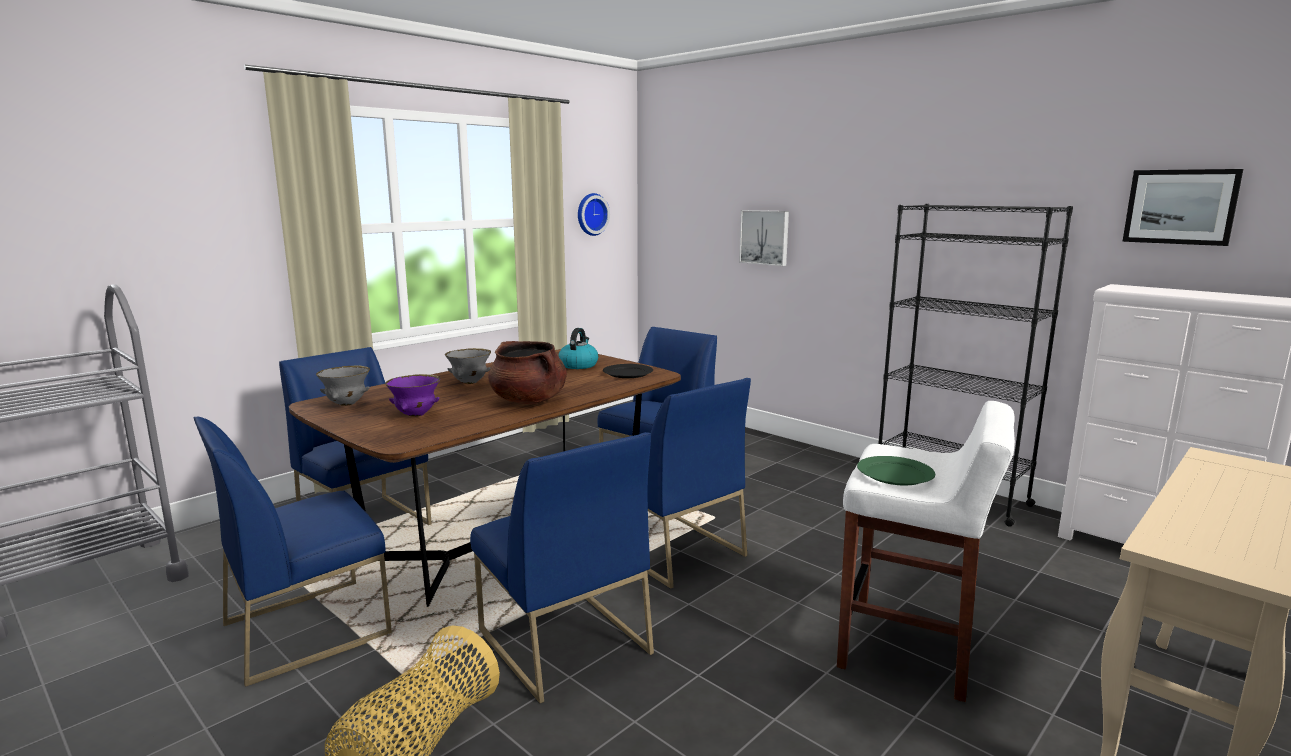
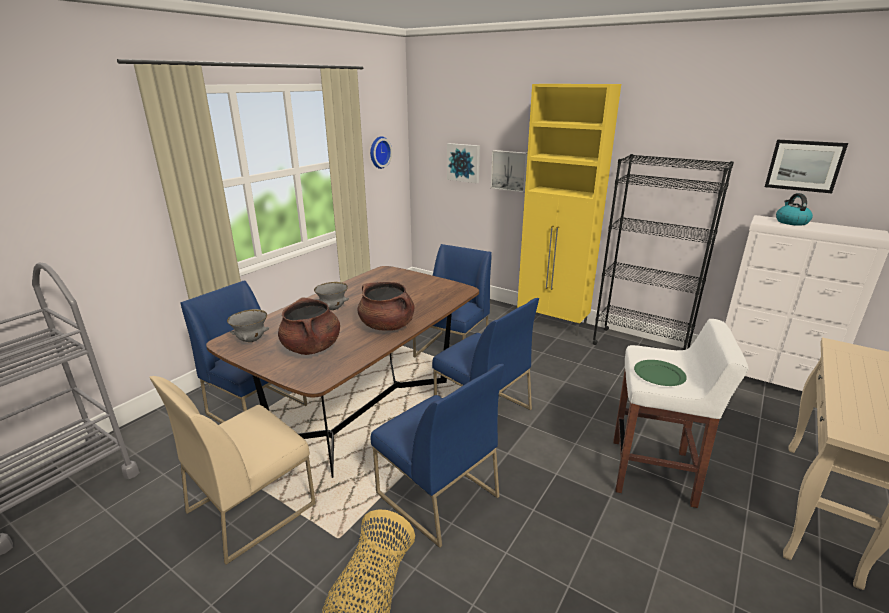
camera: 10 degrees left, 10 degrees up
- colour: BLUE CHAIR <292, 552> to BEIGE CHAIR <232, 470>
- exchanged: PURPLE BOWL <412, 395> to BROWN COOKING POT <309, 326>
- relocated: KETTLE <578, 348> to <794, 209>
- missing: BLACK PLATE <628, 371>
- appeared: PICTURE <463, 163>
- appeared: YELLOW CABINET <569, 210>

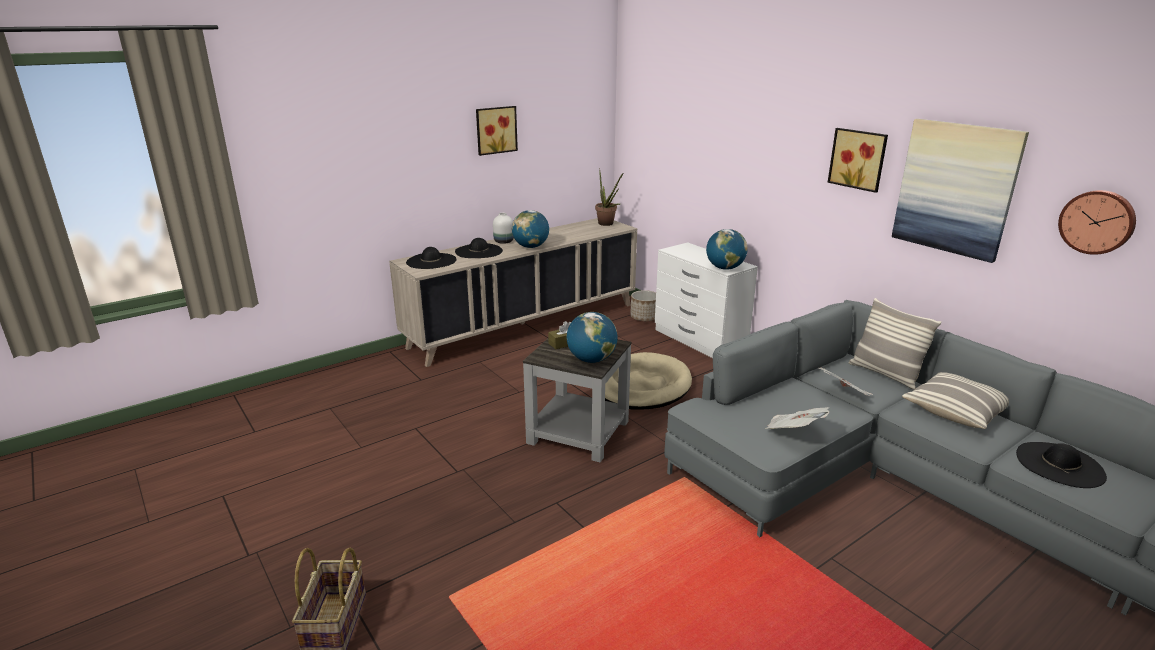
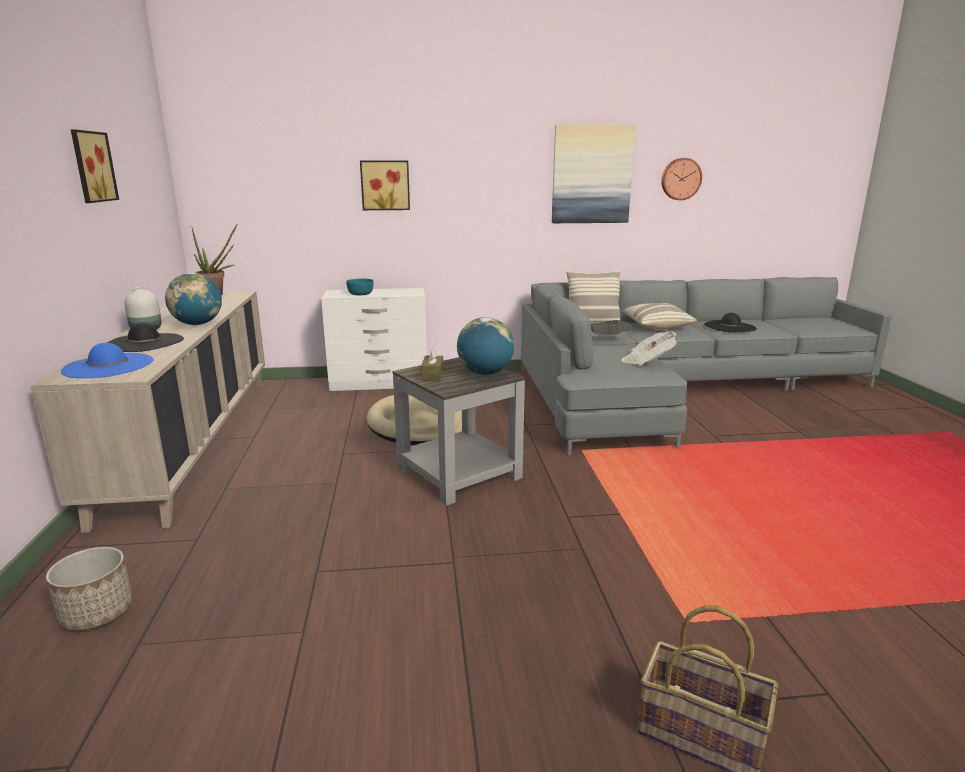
camera: 60 degrees left, 5 degrees down
- colour: BLACK HAT <431, 258> to BLUE HAT <107, 360>
- relocated: PLANTER <643, 305> to <89, 588>
- missing: GLOBE <727, 249>
- relocated: PICTURE <858, 160> to <385, 185>
- appeared: TURQUOISE BOWL <360, 287>

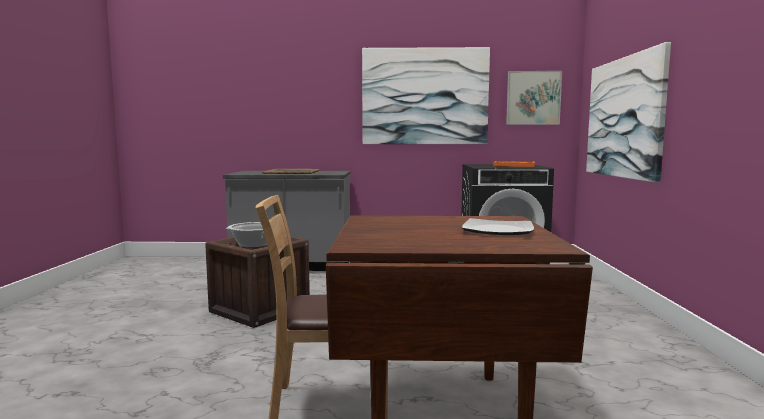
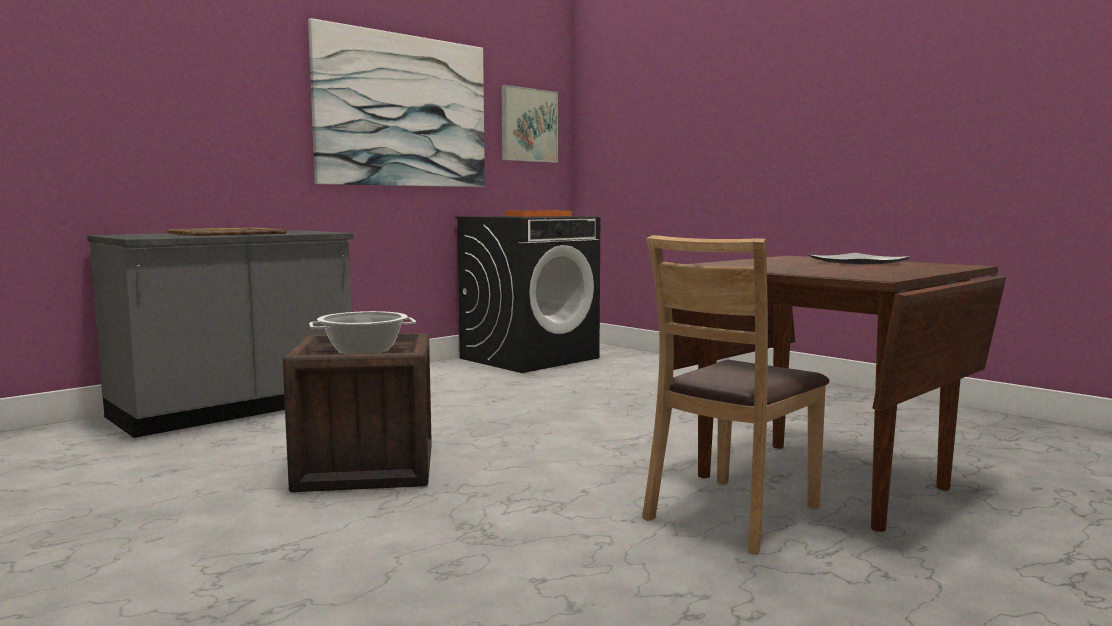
camera: 45 degrees left, 0 degrees up
- missing: PICTURE <628, 112>

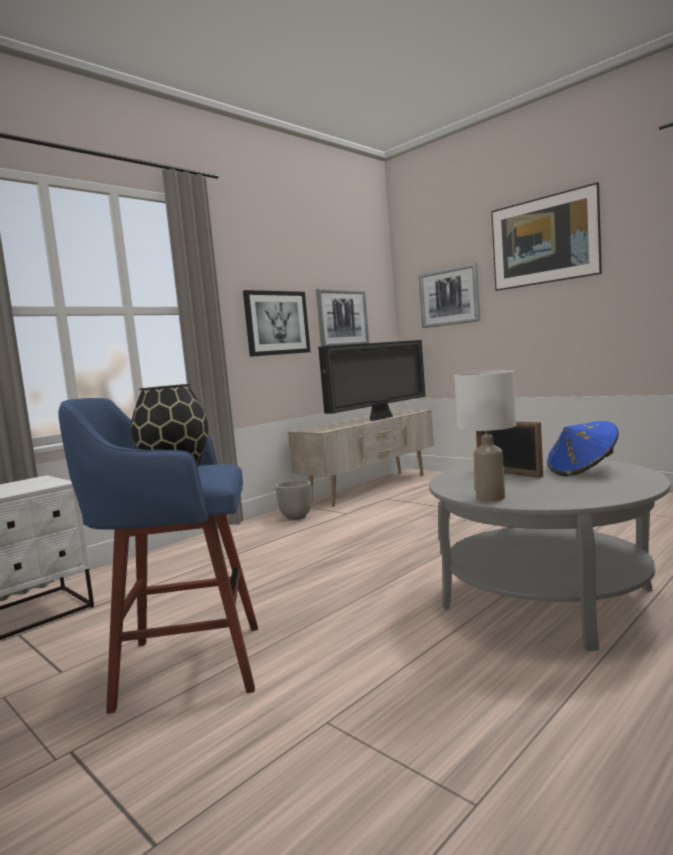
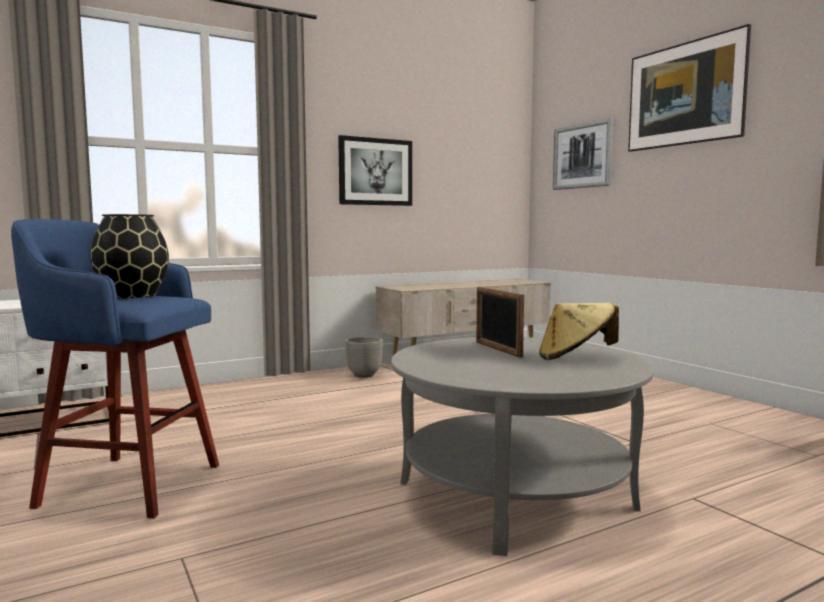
camera: 15 degrees right, 0 degrees up
- missing: PICTURE <342, 318>
- missing: TELEVISION <371, 380>
- missing: WHITE TABLE LAMP <485, 436>
- colour: BLUE HAT <583, 448> to BEIGE HAT <579, 331>

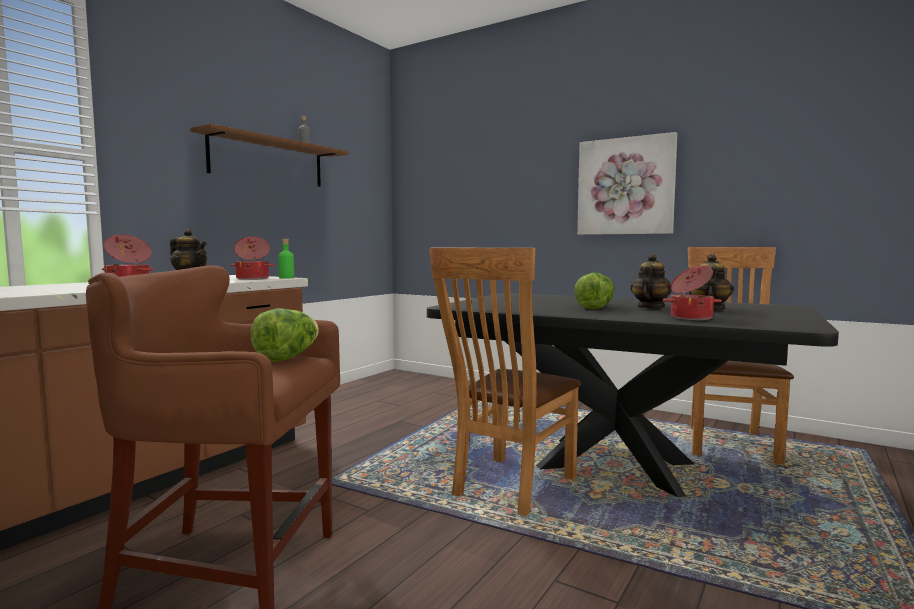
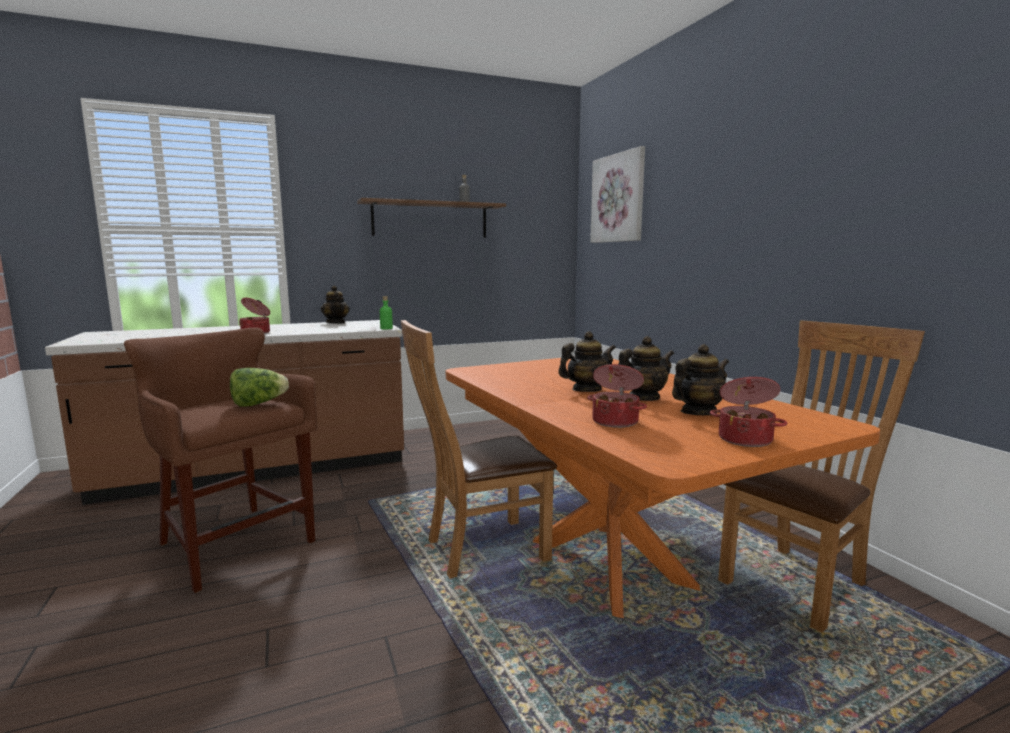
camera: 35 degrees right, 5 degrees up
- relocated: COOKING POT <252, 258> to <748, 412>
- colour: BLACK DINING TABLE <633, 395> to ORANGE DINING TABLE <663, 487>
- exchanged: LETTUCE <594, 291> to TEAPOT <587, 361>
- relocated: PICTURE <627, 183> to <617, 194>

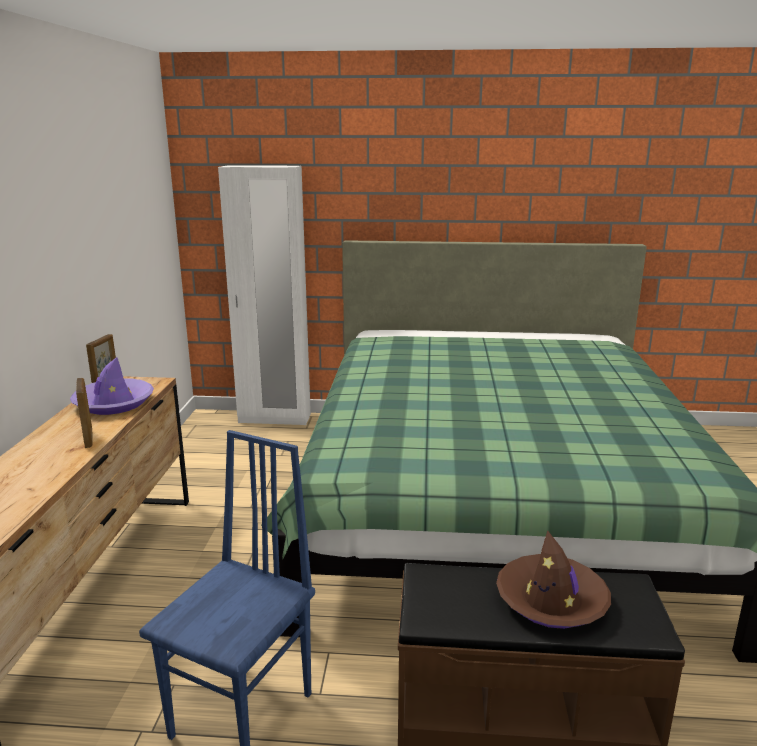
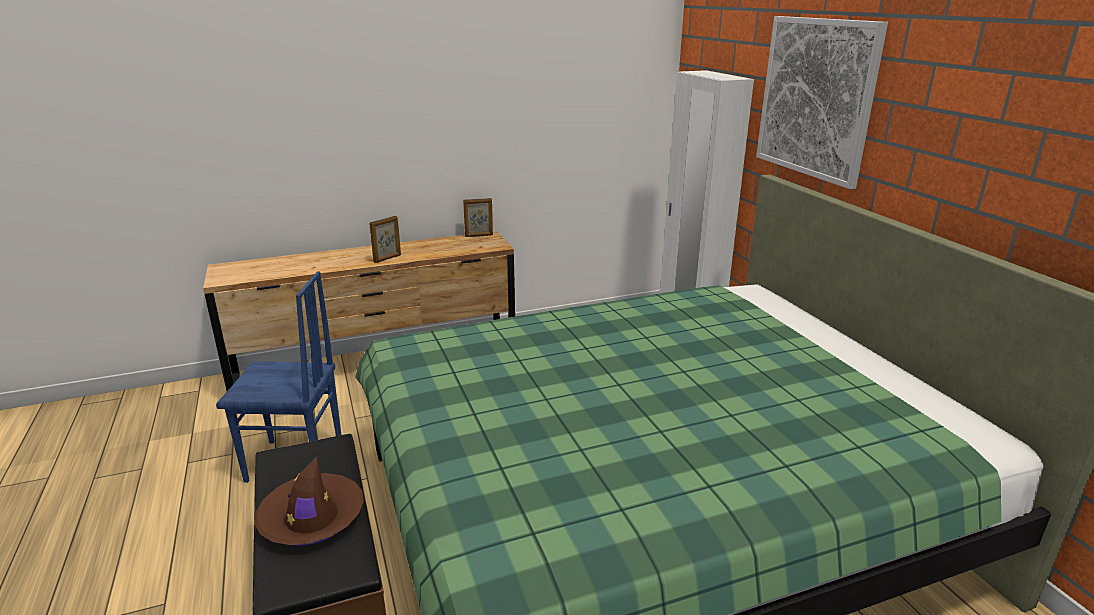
camera: 65 degrees right, 5 degrees up
- missing: PURPLE HAT <112, 386>
- appeared: PICTURE <822, 102>

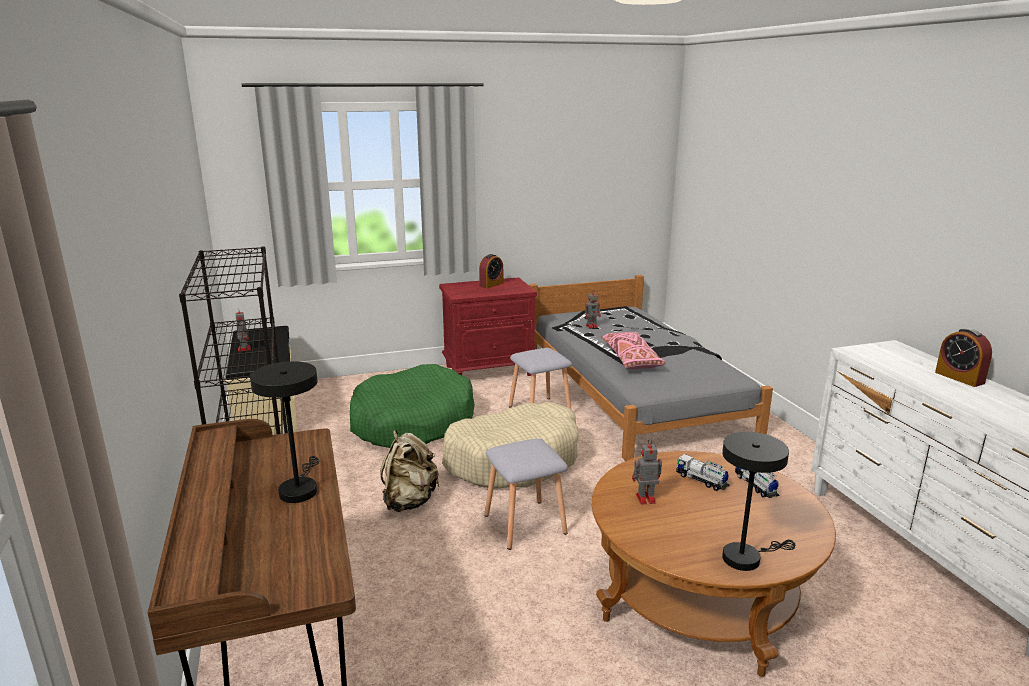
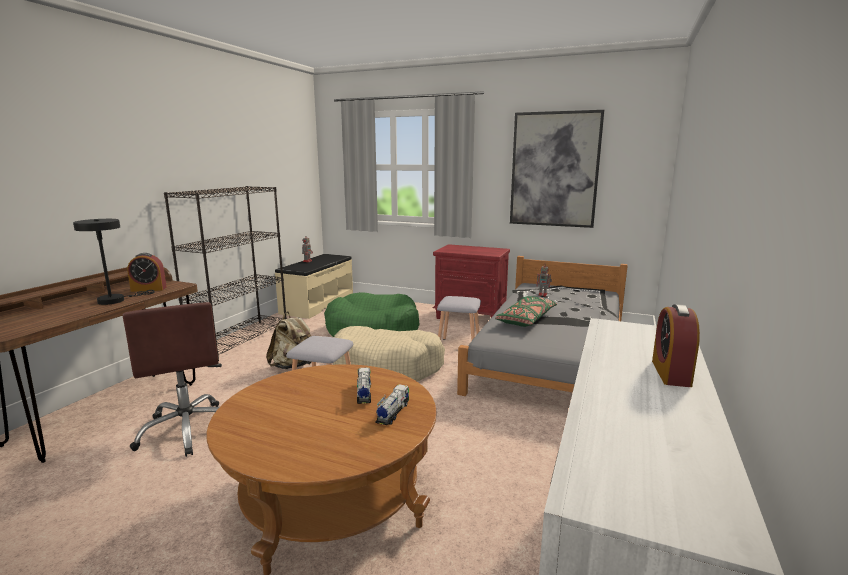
camera: 40 degrees right, 5 degrees down
- relocated: ALARM CLOCK <491, 271> to <147, 272>
- colour: PINK PILLOW <633, 350> to GREEN PILLOW <526, 311>
- missing: TOY ROBOT <647, 472>
- missing: BLACK TABLE LAMP <758, 501>
- appeared: BROWN OFFICE CHAIR <172, 379>
- appeared: PICTURE <557, 169>

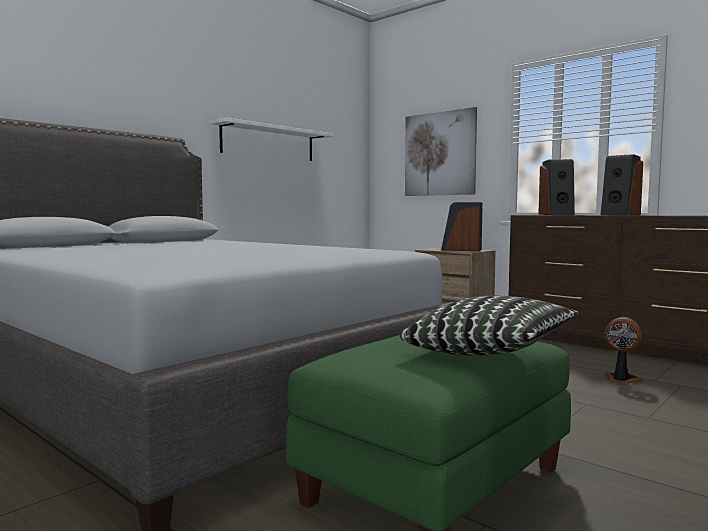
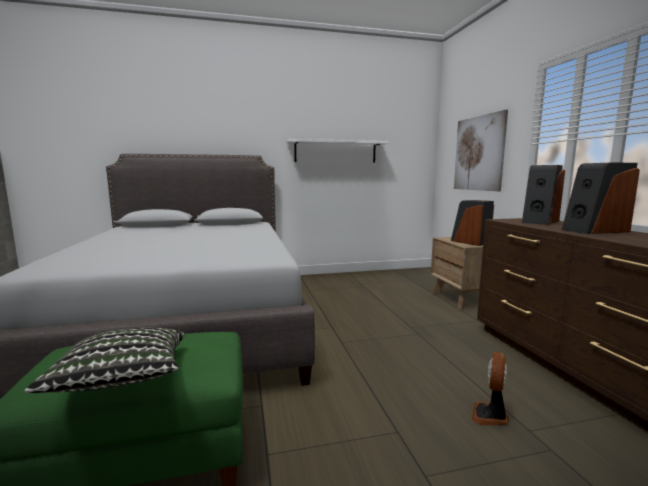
camera: 35 degrees right, 5 degrees up
- spun: FAN <623, 350> = <490, 388> 135 degrees counterclockwise

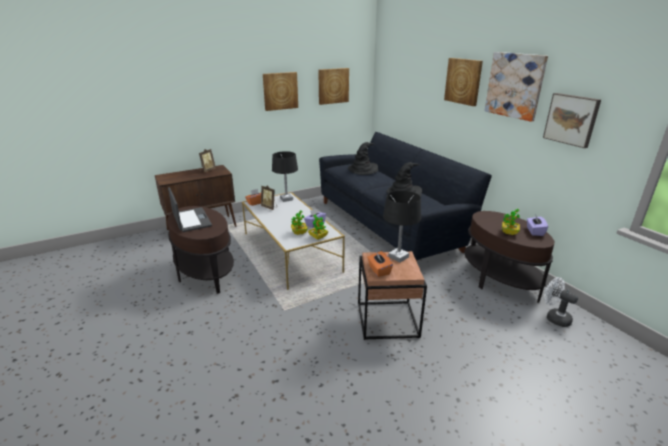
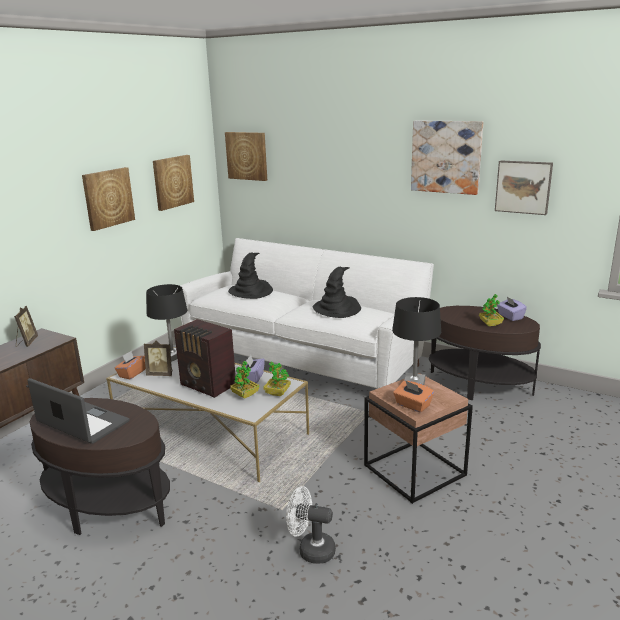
camera: 30 degrees left, 5 degrees down
- colour: BLACK SOFA <405, 196> to WHITE SOFA <307, 313>
- relocated: PICTURE <463, 82> to <246, 156>
- relocated: WHITE FAN <561, 302> to <311, 525>
- appeared: RADIO <205, 358>

